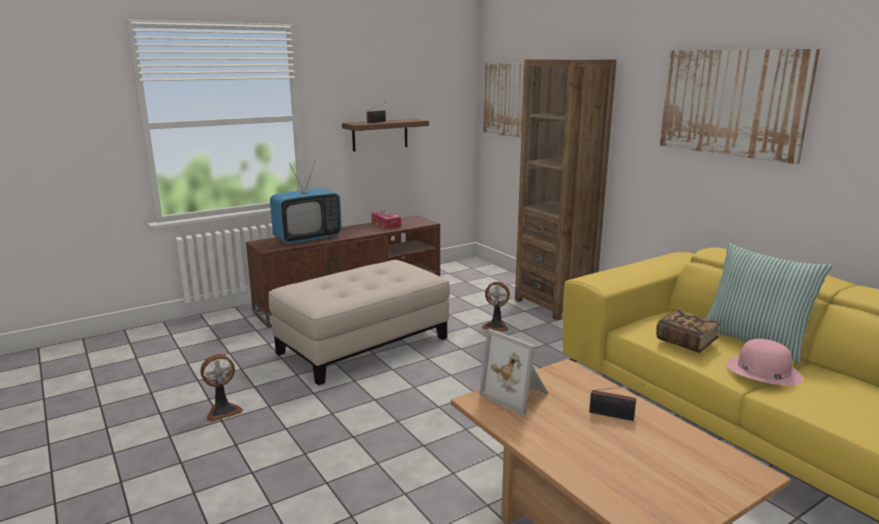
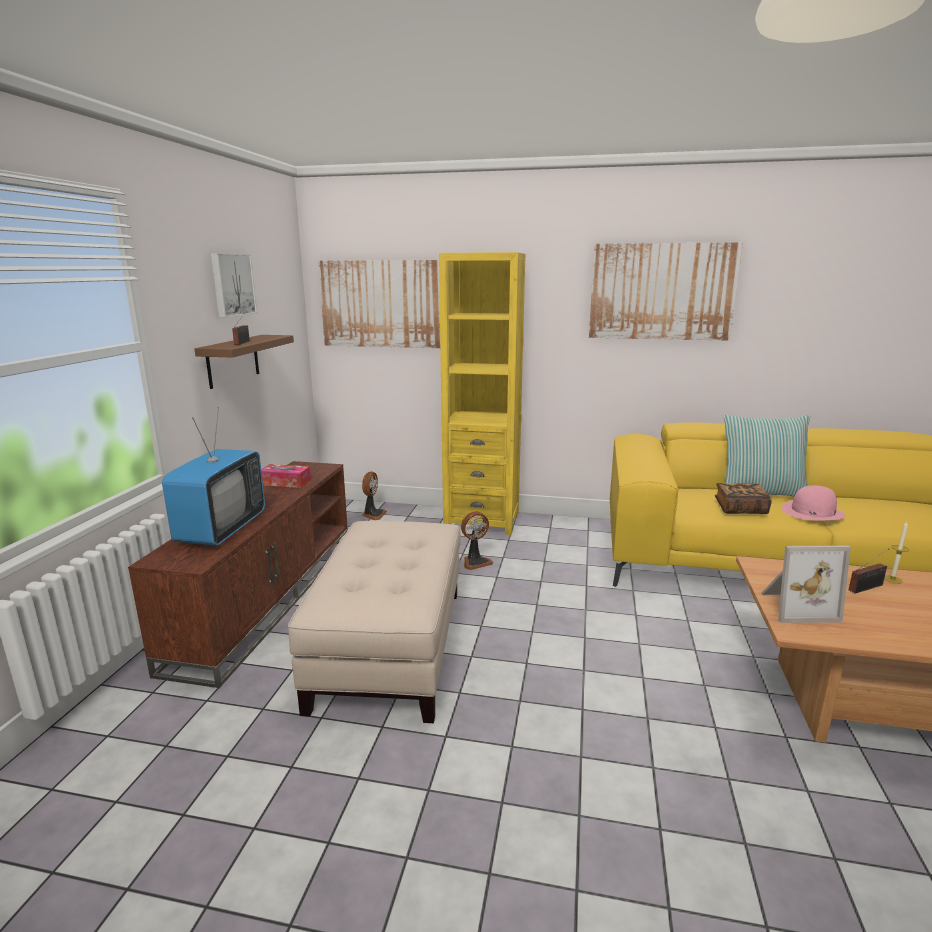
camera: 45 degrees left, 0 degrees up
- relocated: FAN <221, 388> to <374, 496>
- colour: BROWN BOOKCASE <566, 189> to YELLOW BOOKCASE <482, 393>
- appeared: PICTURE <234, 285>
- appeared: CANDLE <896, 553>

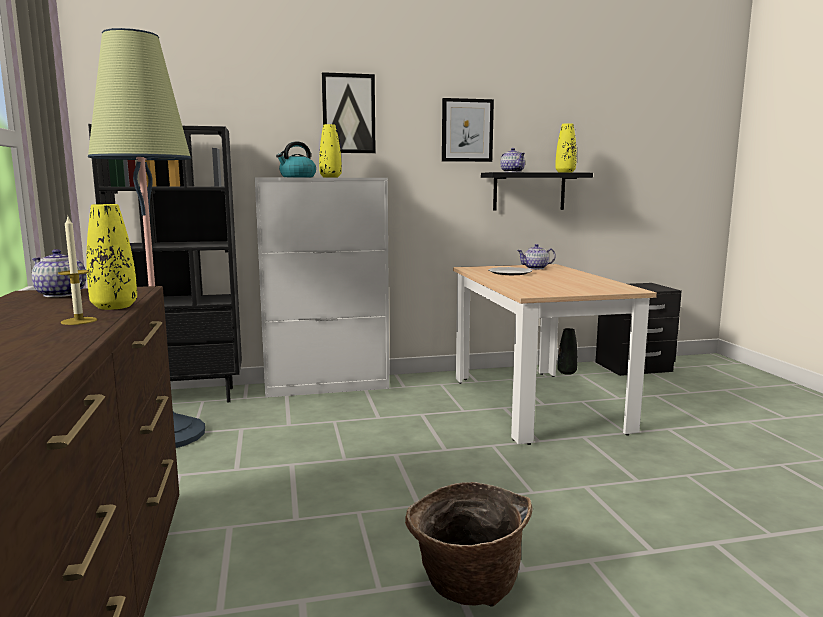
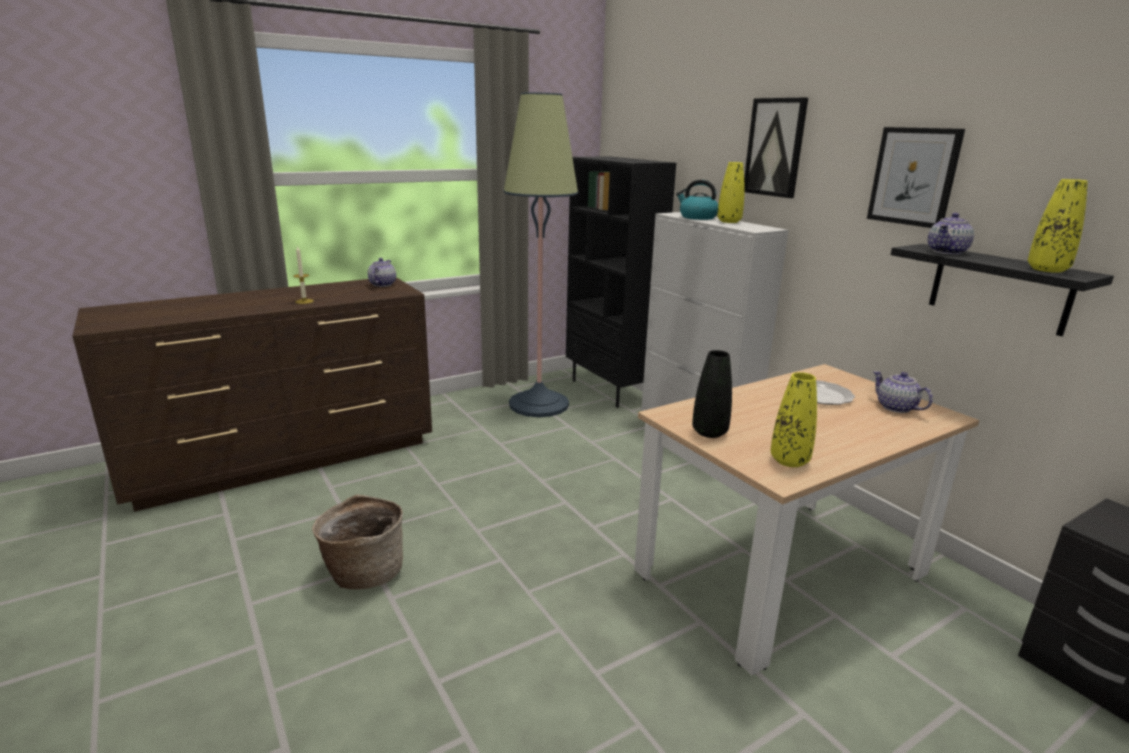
camera: 70 degrees right, 10 degrees up
- relocated: YELLOW VASE <111, 257> to <794, 419>
- relocated: BLACK VASE <567, 351> to <712, 394>

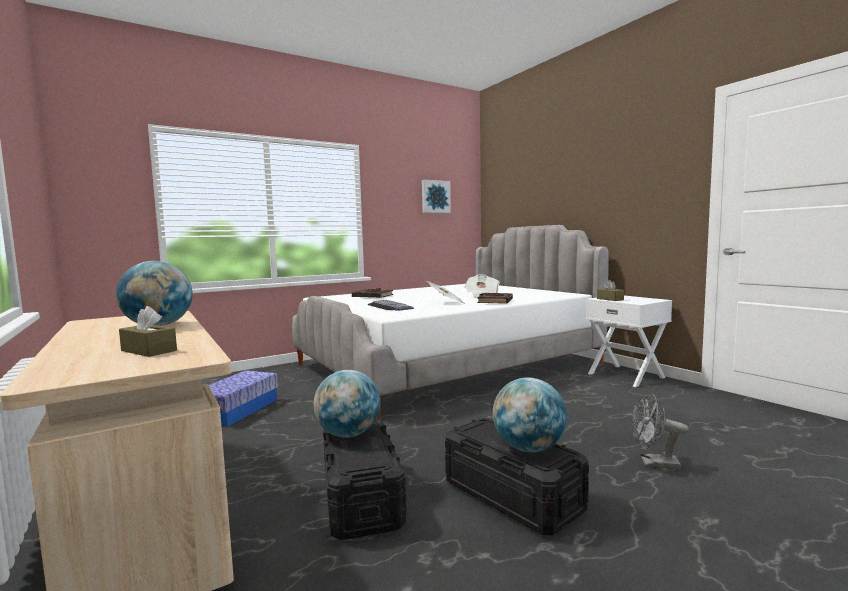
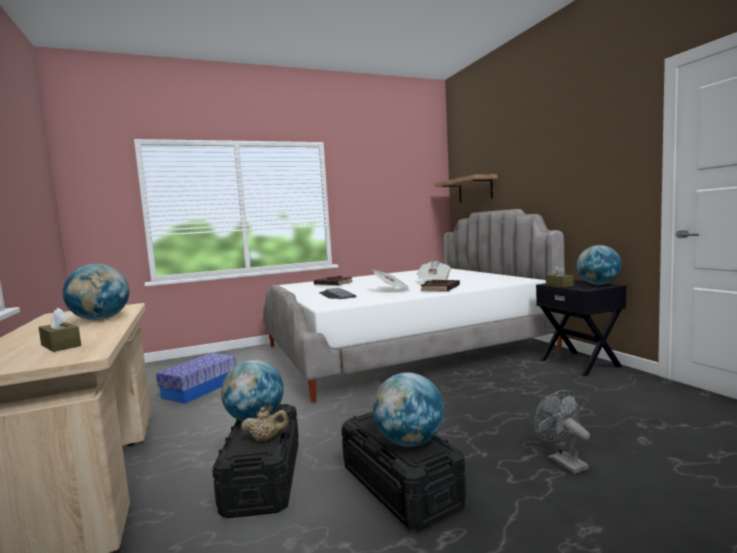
camera: 10 degrees right, 0 degrees up
- missing: PICTURE <436, 196>
- colour: WHITE NIGHTSTAND <629, 341> to BLACK NIGHTSTAND <581, 328>
- spun: GREY FAN <660, 431> = <562, 432> 45 degrees clockwise
- appeared: BEIGE TEAPOT <265, 424>
- appeared: SHELF <466, 188>
- appeared: GLOBE <599, 265>

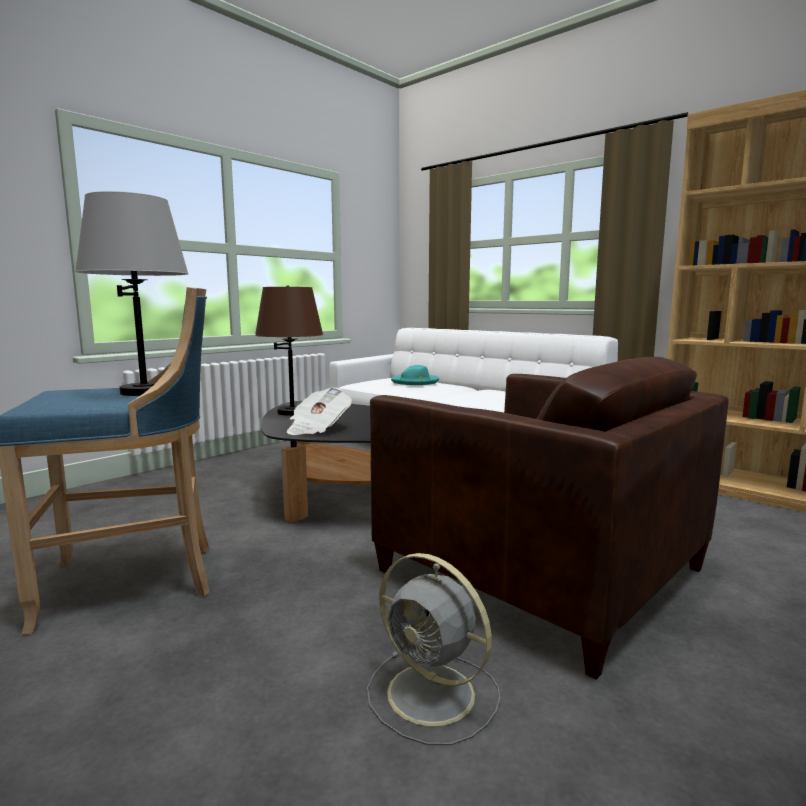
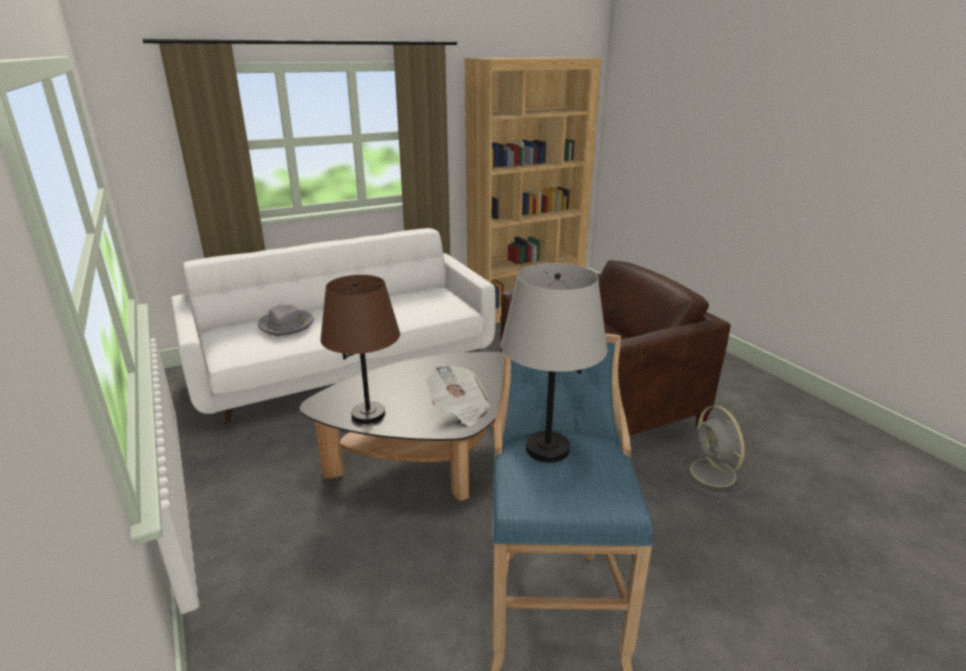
camera: 70 degrees left, 15 degrees up
- spun: GREY FAN <433, 649> = <715, 450> 105 degrees clockwise
- colour: TURQUOISE HAT <415, 375> to GREY HAT <286, 320>

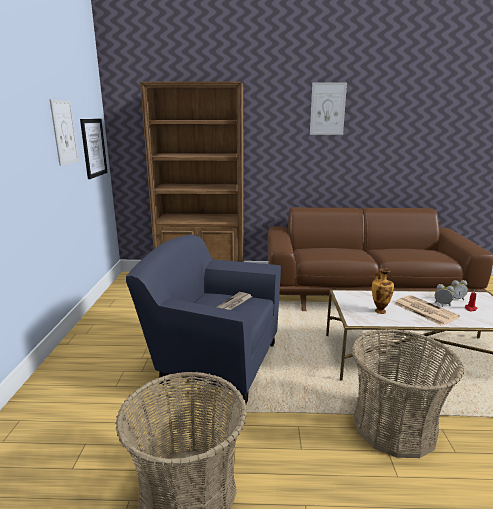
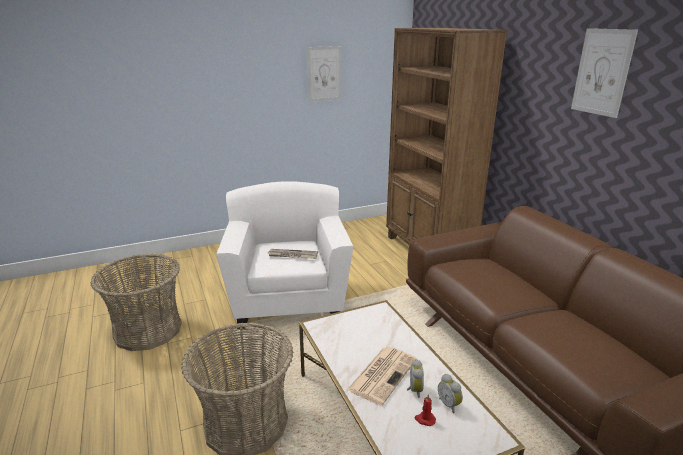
camera: 65 degrees right, 5 degrees up
- missing: PICTURE <94, 149>
- colour: BLUE ARMCHAIR <203, 319> to WHITE ARMCHAIR <284, 255>
- missing: VASE <383, 291>

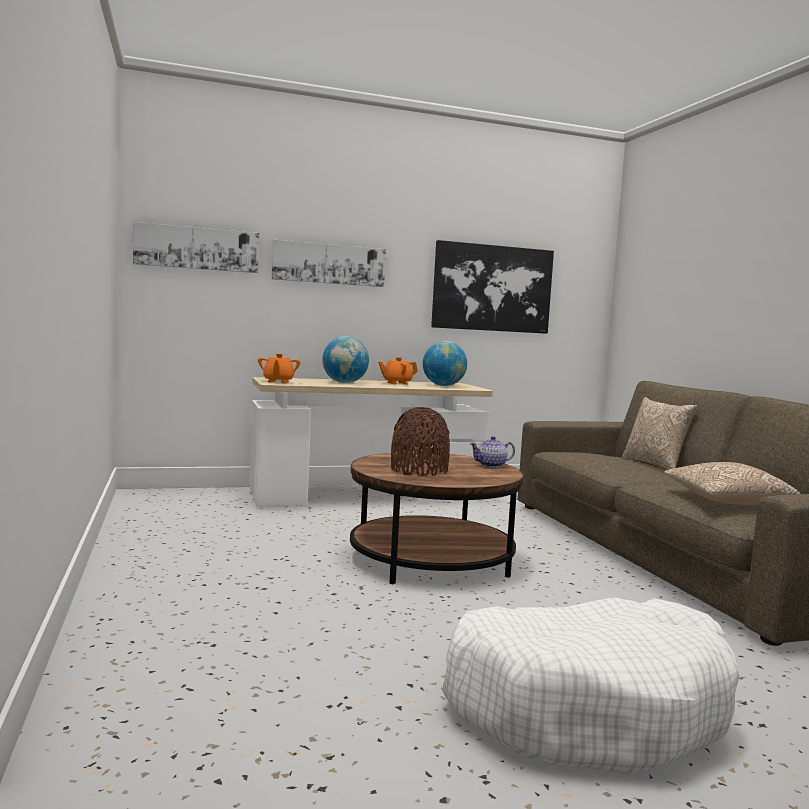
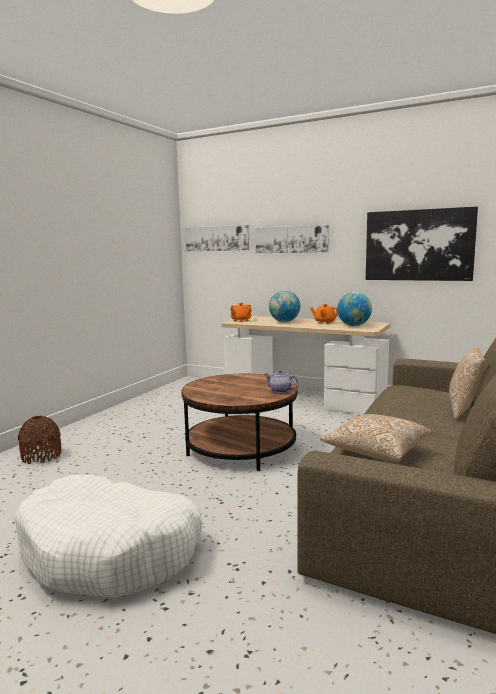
camera: 45 degrees right, 5 degrees up
- relocated: BROWN VASE <420, 442> to <39, 440>

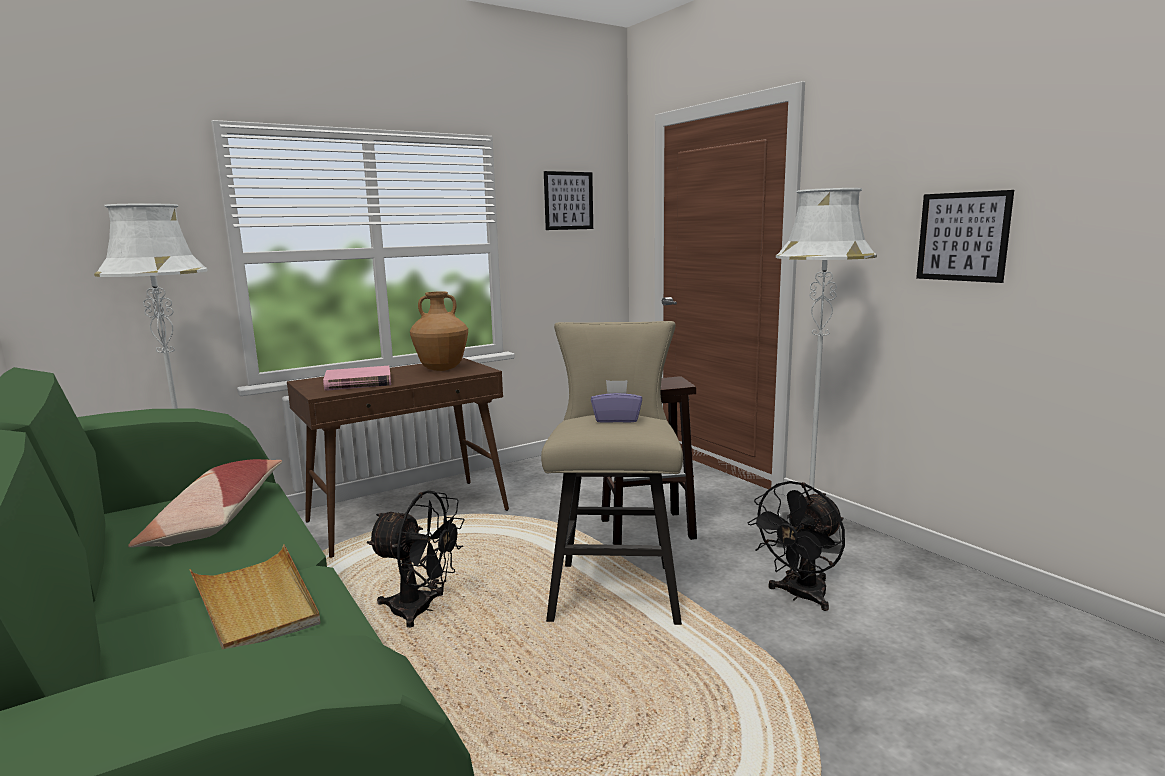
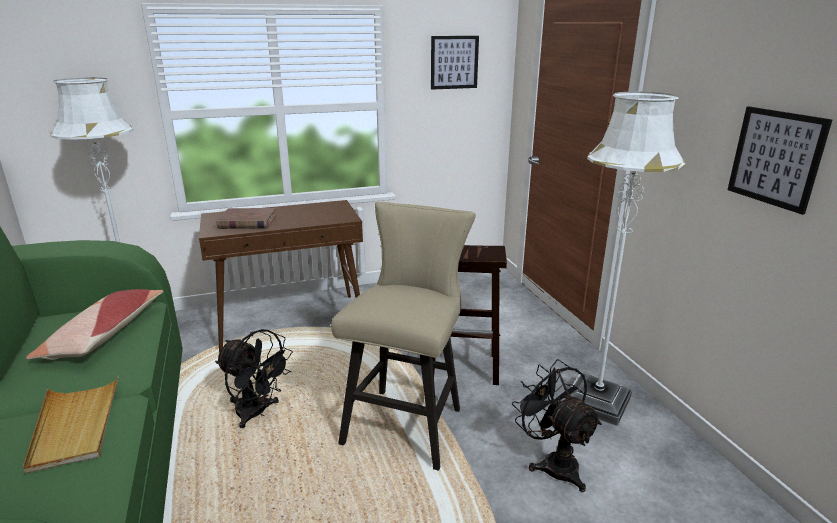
camera: 15 degrees right, 10 degrees up
- colour: PINK BOOK <357, 378> to BROWN BOOK <246, 218>
- missing: BROWN VASE <439, 331>
- missing: PURPLE TISSUE BOX <616, 401>
- spun: BLACK FAN <796, 546> = <557, 425> 90 degrees clockwise

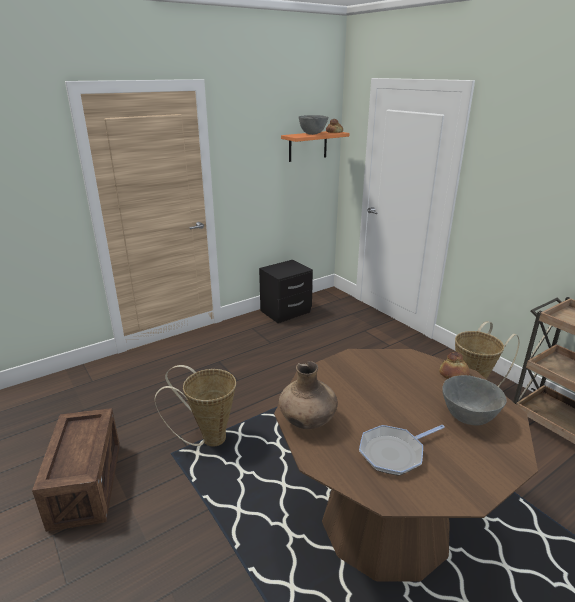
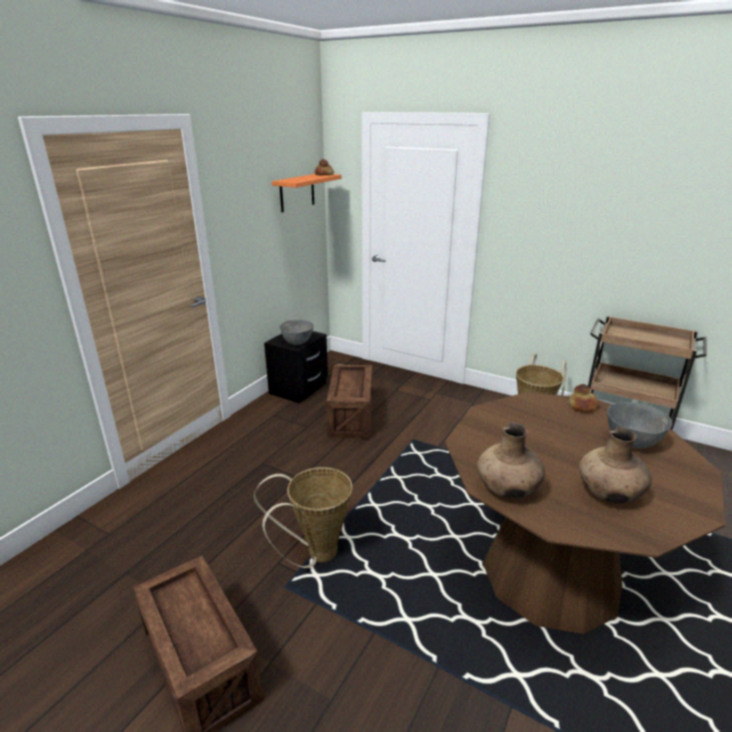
camera: 25 degrees left, 0 degrees up
- relocated: GREY BOWL <313, 125> to <296, 332>
- exchanged: FRYING PAN <402, 450> to BROWN VASE <615, 465>
- appeared: CRATE <349, 402>

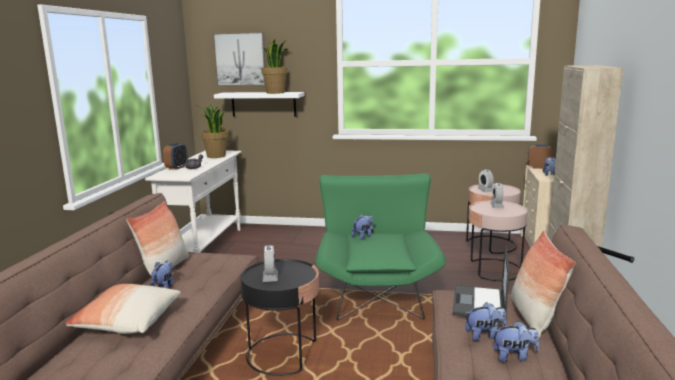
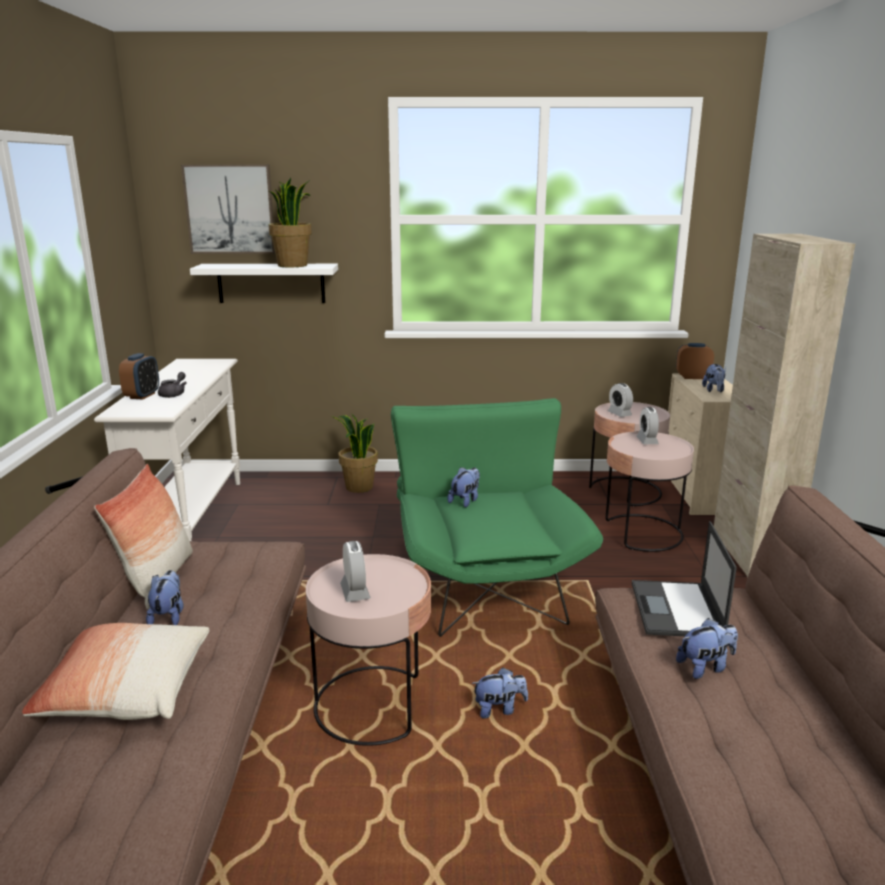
camera: 10 degrees left, 5 degrees up
- relocated: POTTED PLANT <212, 131> to <355, 453>
- colour: BLACK SIDE TABLE <280, 317> to PINK SIDE TABLE <368, 650>
- relocated: PLUSH TOY <516, 341> to <500, 693>
- missing: PILLOW <543, 284>

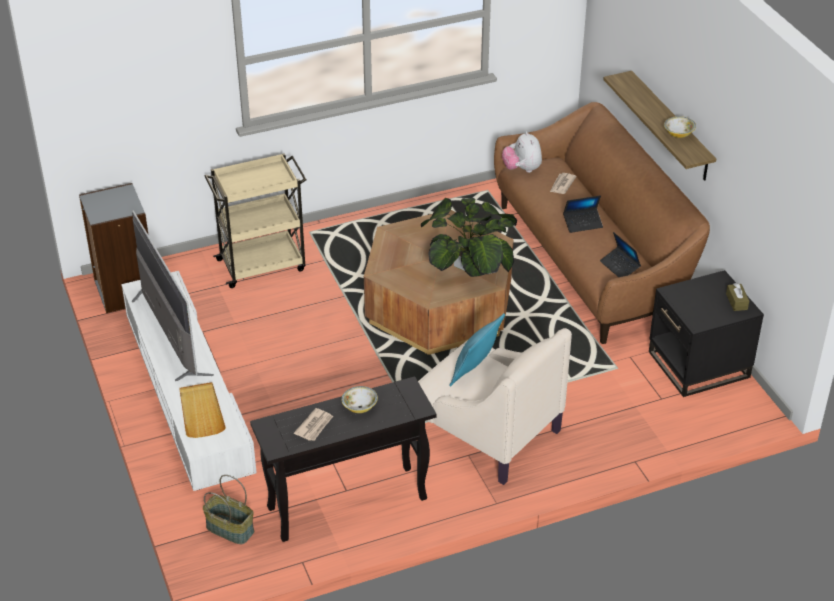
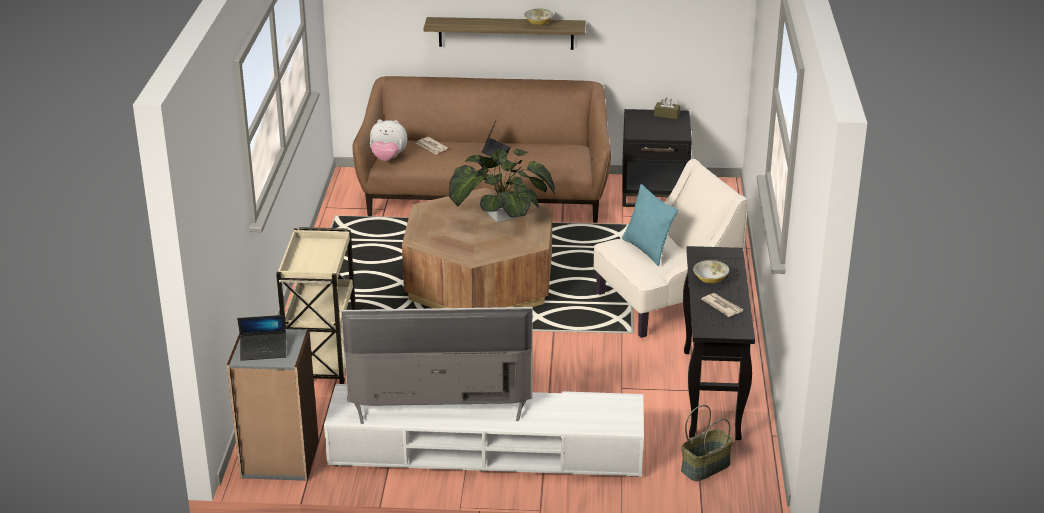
camera: 65 degrees left, 10 degrees down
- missing: BEIGE TRAY <202, 410>
- relocated: LAPTOP <620, 254> to <262, 338>

